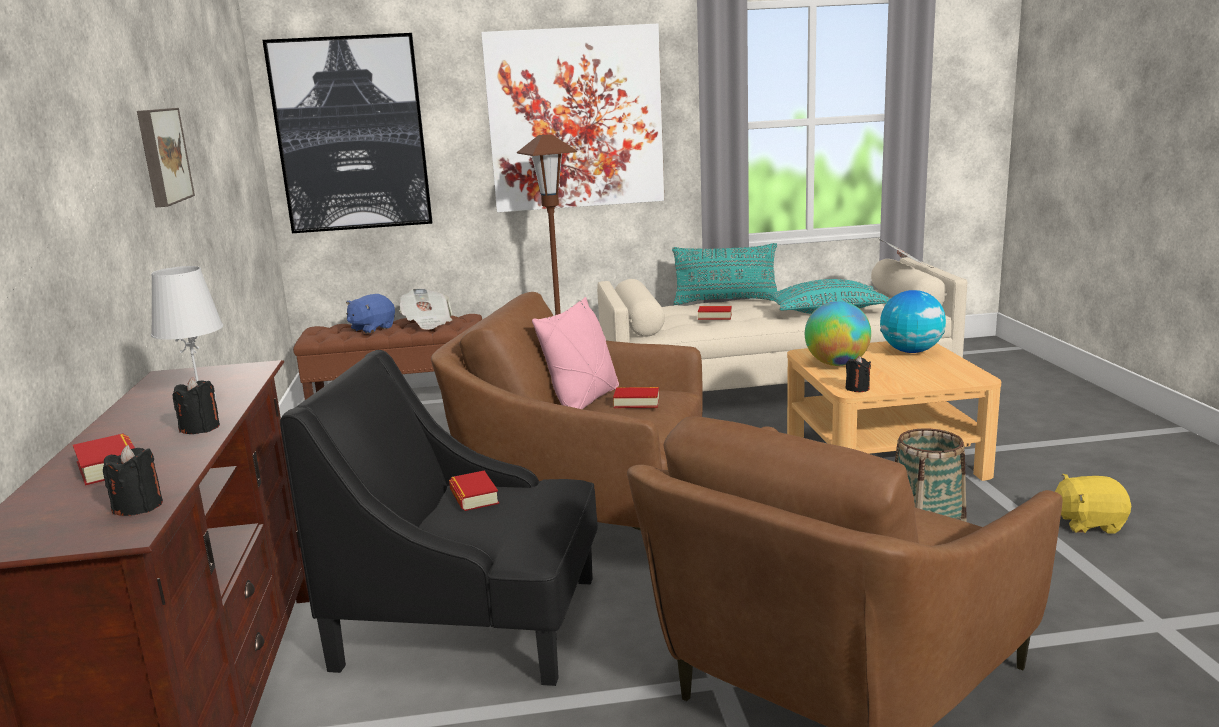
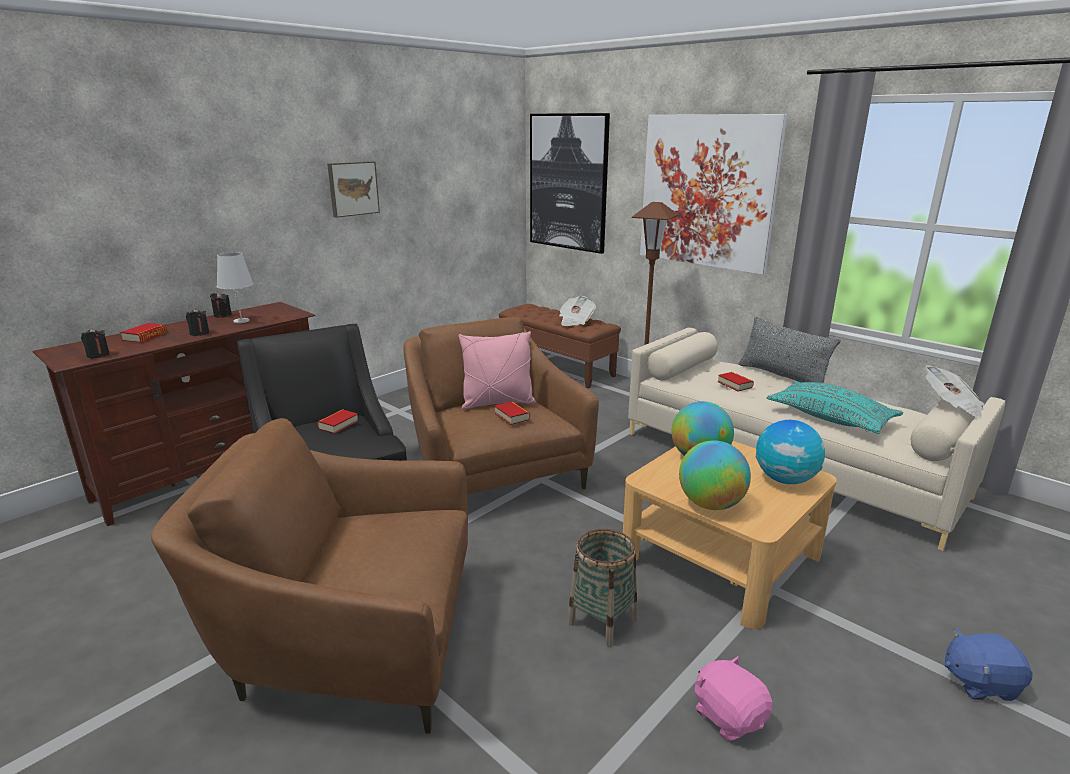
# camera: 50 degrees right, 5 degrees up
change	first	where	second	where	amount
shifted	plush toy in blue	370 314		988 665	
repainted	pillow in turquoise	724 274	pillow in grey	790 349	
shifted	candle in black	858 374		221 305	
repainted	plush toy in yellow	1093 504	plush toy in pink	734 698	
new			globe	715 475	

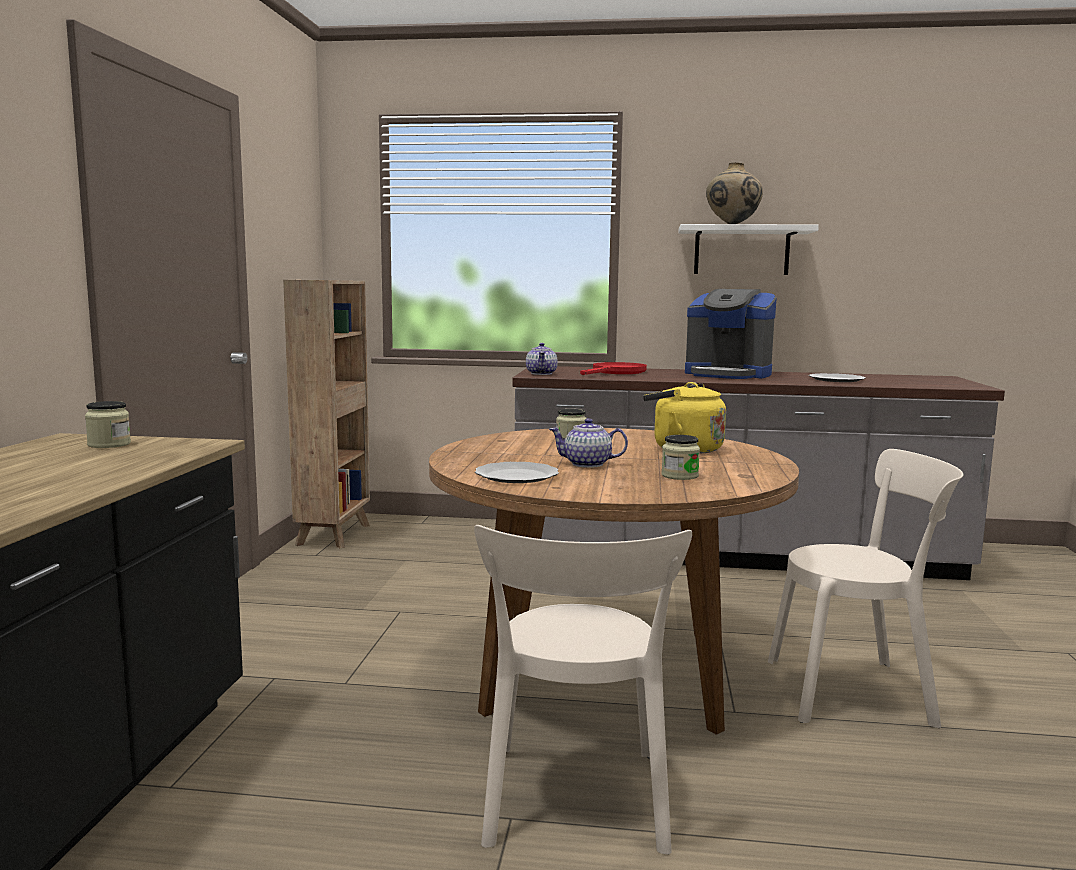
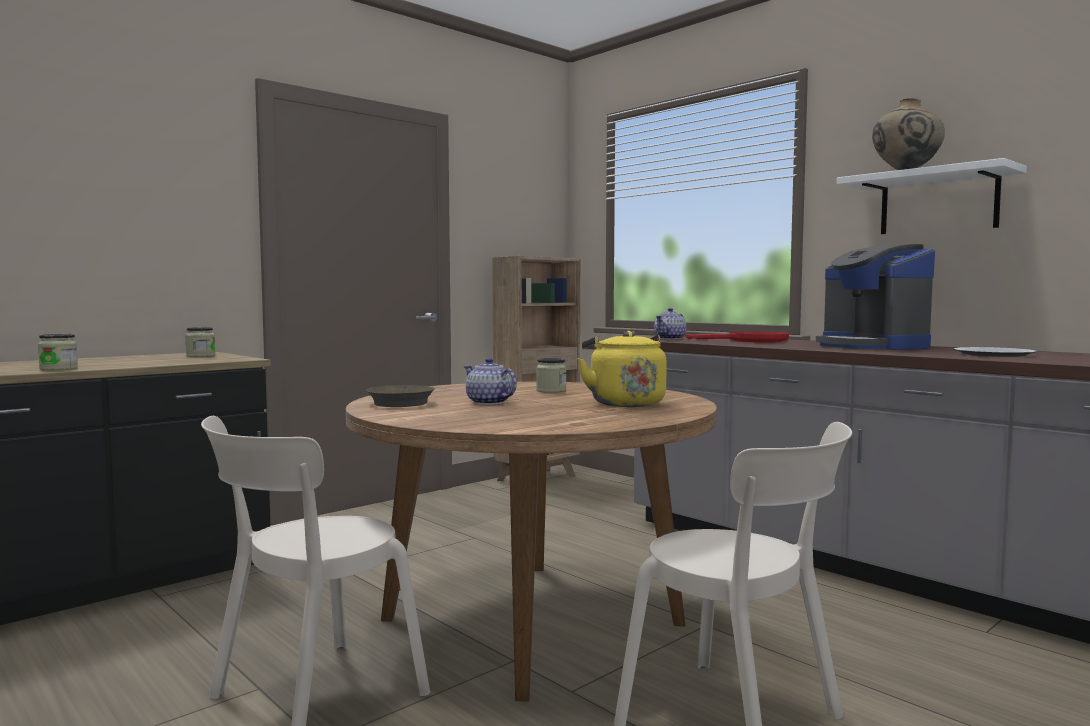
# camera: 40 degrees right, 5 degrees down
change	first	where	second	where	amount
swapped	plate	517 472	frying pan in brown	400 396	
shifted	jar	681 457		58 352	

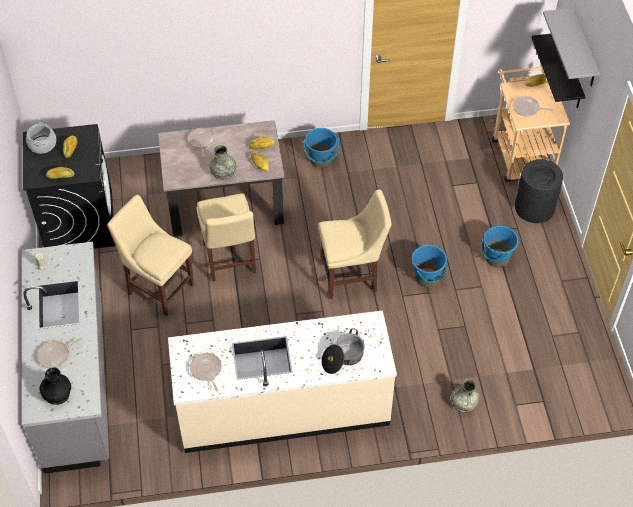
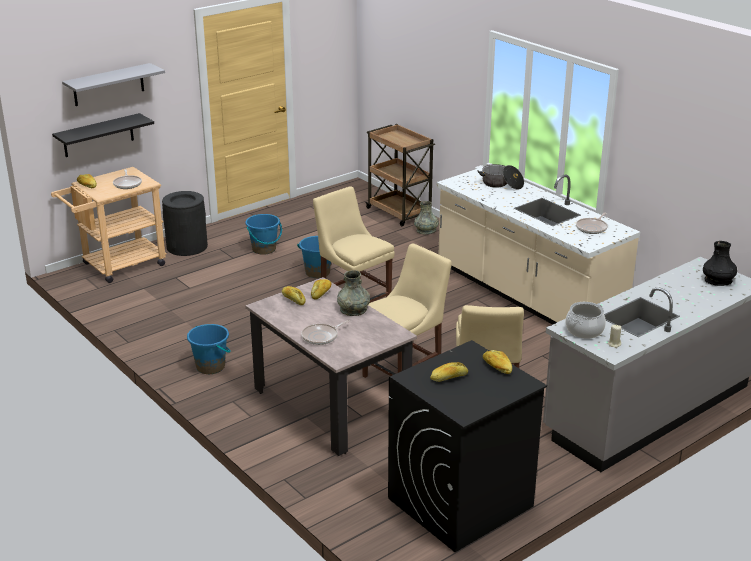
# camera: 120 degrees left, 25 degrees down
change	first	where	second	where	amount
shifted	cooking pot	41 138		585 320	
gone	frying pan	60 353			
new			cart in brown	400 175	

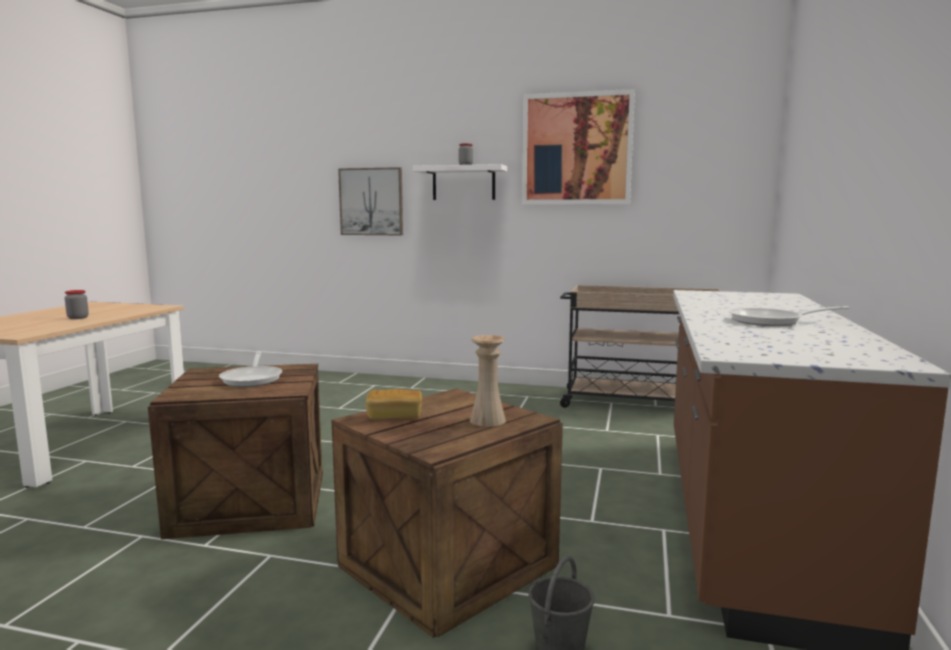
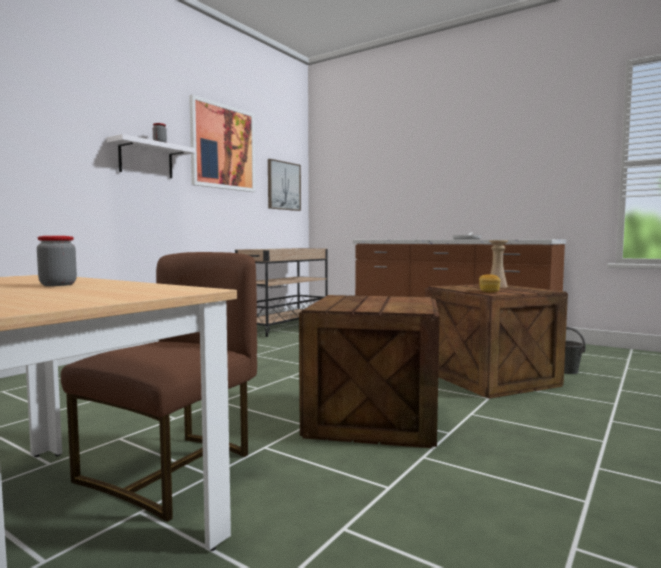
# camera: 70 degrees left, 5 degrees down
change	first	where	second	where	amount
gone	frying pan	250 369			
shifted	picture	370 201		284 185	
new			chair in brown	159 387	

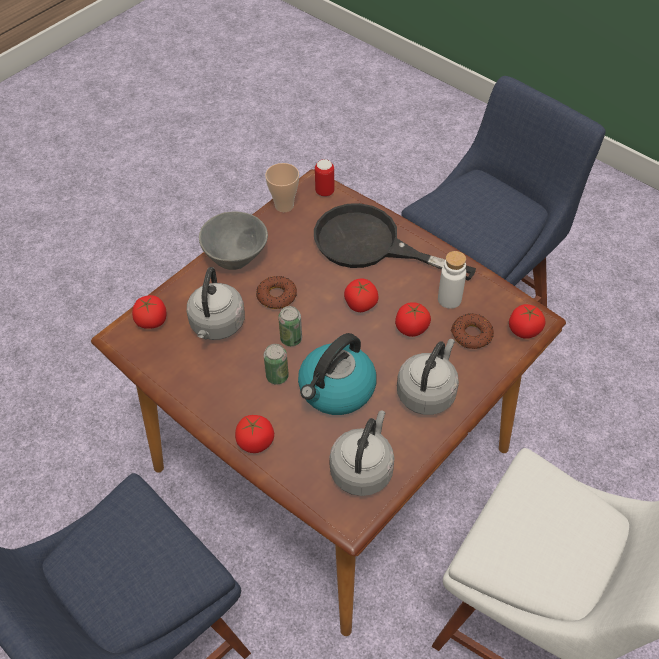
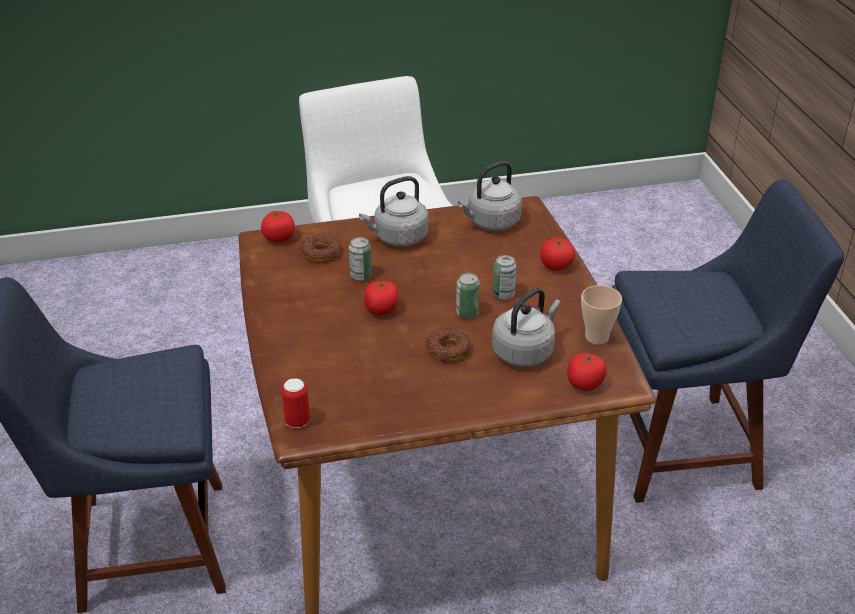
# camera: 145 degrees left, 15 degrees down
change	first	where	second	where	amount
gone	bowl in grey	233 241			
shifted	cup	282 187		601 315	
gone	kettle	337 374			
gone	frying pan in black	395 242			
swapped	tomato	413 319	can	360 259	
gone	bottle in white	452 280			

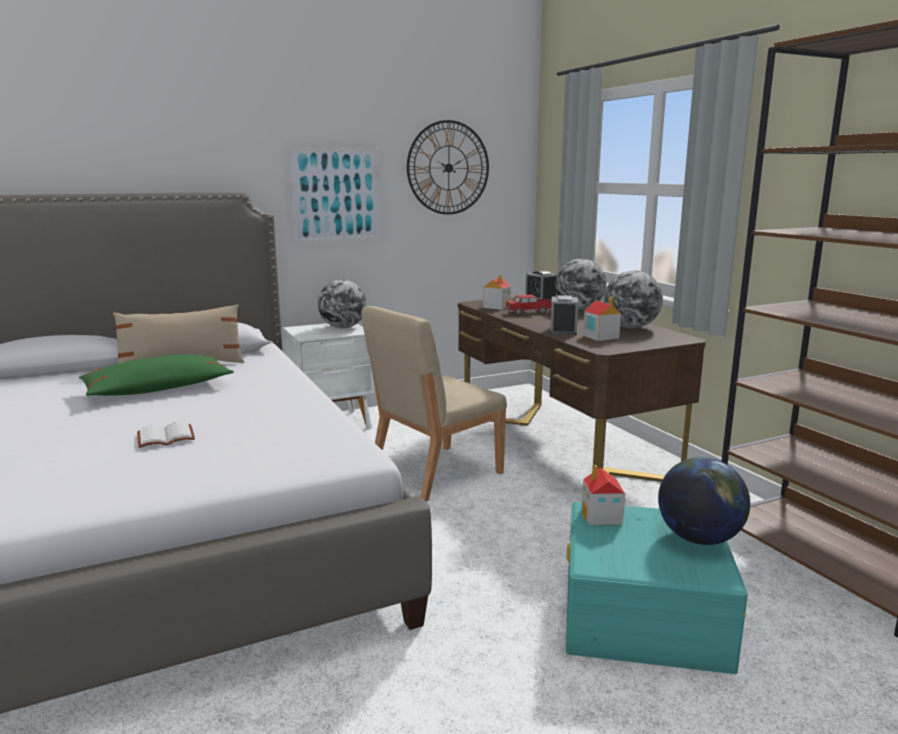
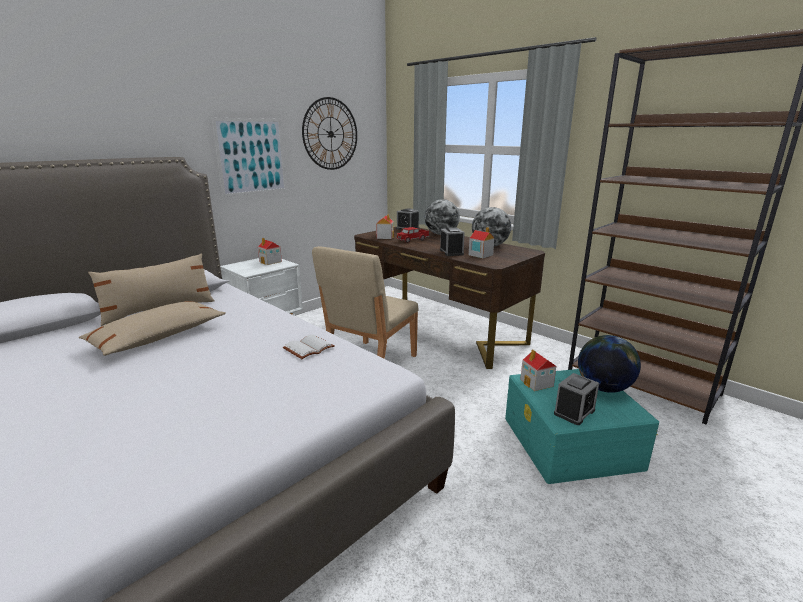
# camera: 20 degrees left, 5 degrees up
change	first	where	second	where	amount
repainted	pillow in green	156 375	pillow in beige	152 328	
shifted	book in white	166 435		309 347	
swapped	globe	342 304	toy house	270 251	
new			alarm clock	576 399	

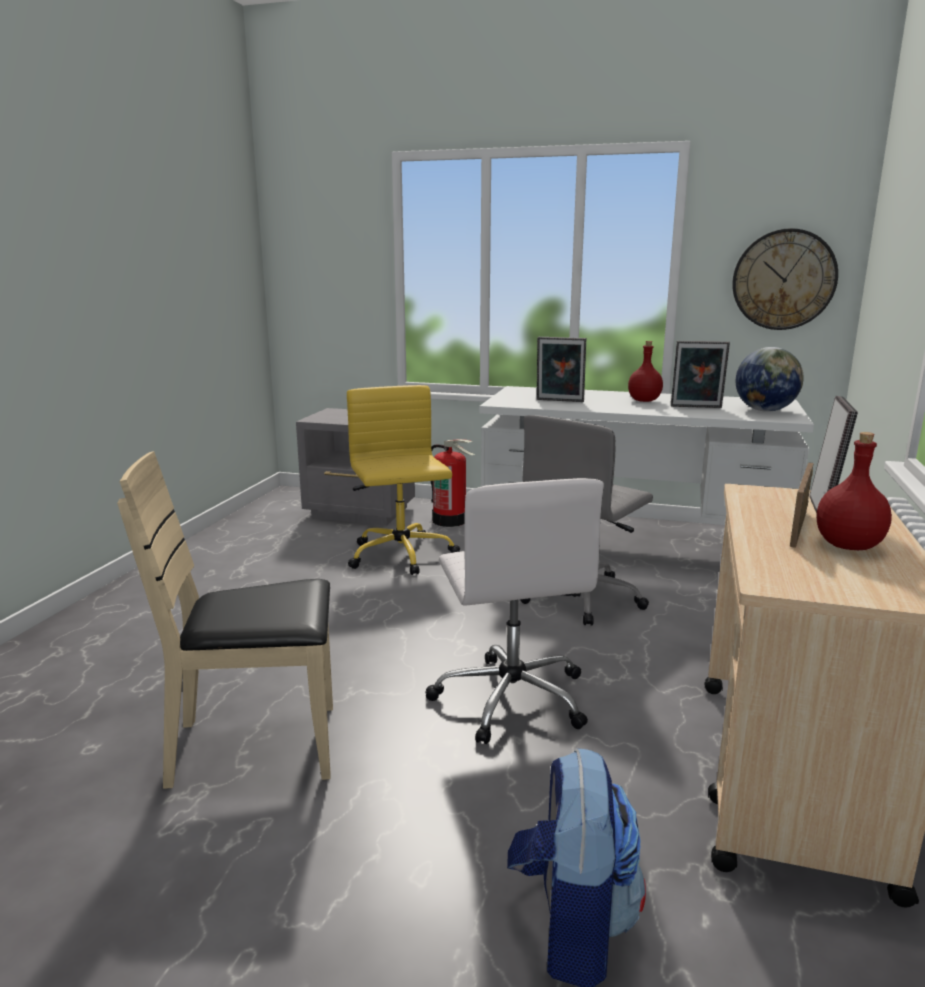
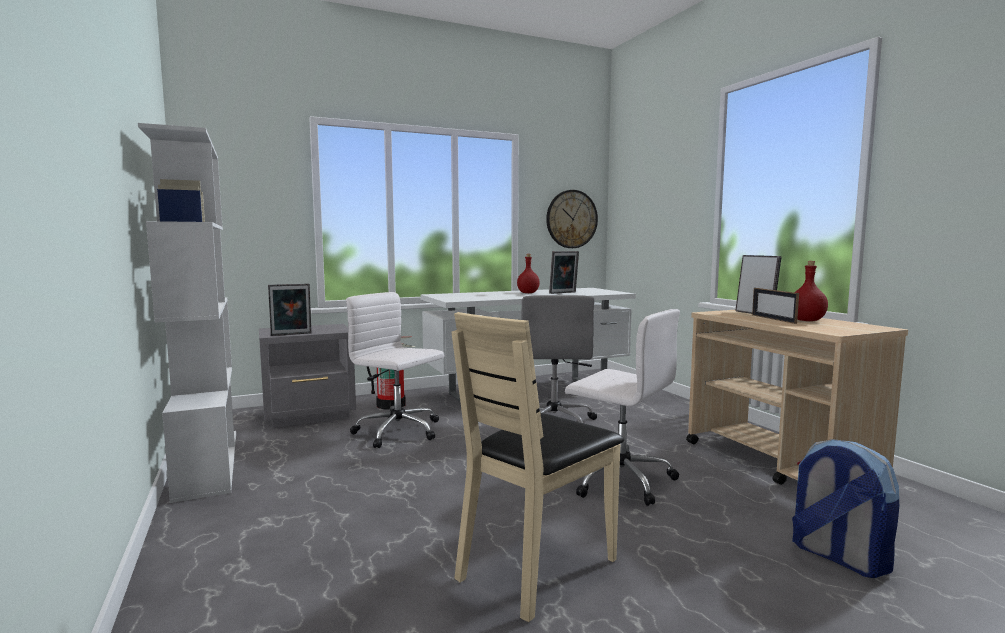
# camera: 40 degrees left, 10 degrees down
change	first	where	second	where	amount
repainted	office chair in yellow	403 480	office chair in white	395 370	
shifted	picture frame	561 369		289 309	
gone	globe	770 379			
new			bookcase in white	187 313	

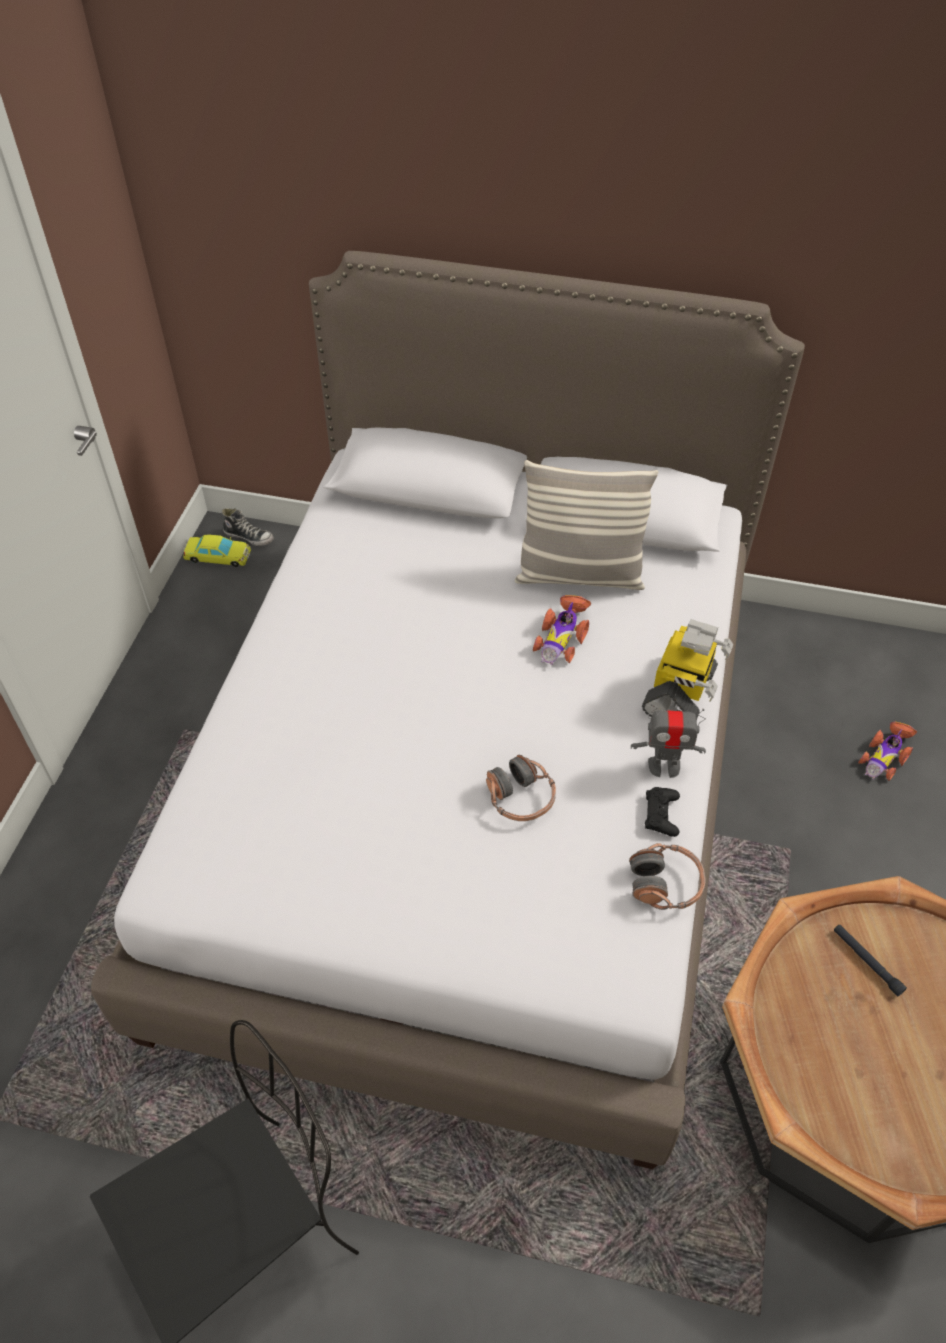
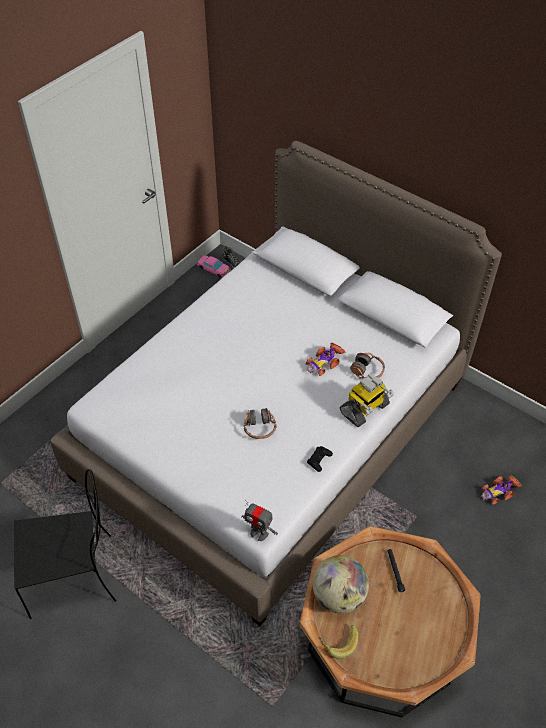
# camera: 25 degrees right, 0 degrees up
change	first	where	second	where	amount
repainted	toy car in yellow	217 550	toy car in pink	213 266	
gone	pillow	586 525			
shifted	headphones	667 876		367 365	
shifted	toy robot	668 741		259 520	
new			globe	340 584	
new			banana	338 642	

